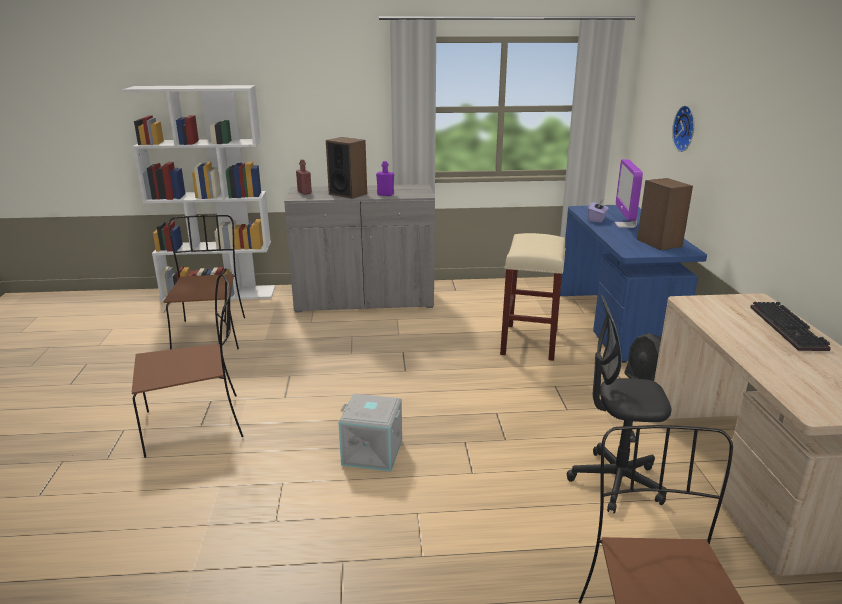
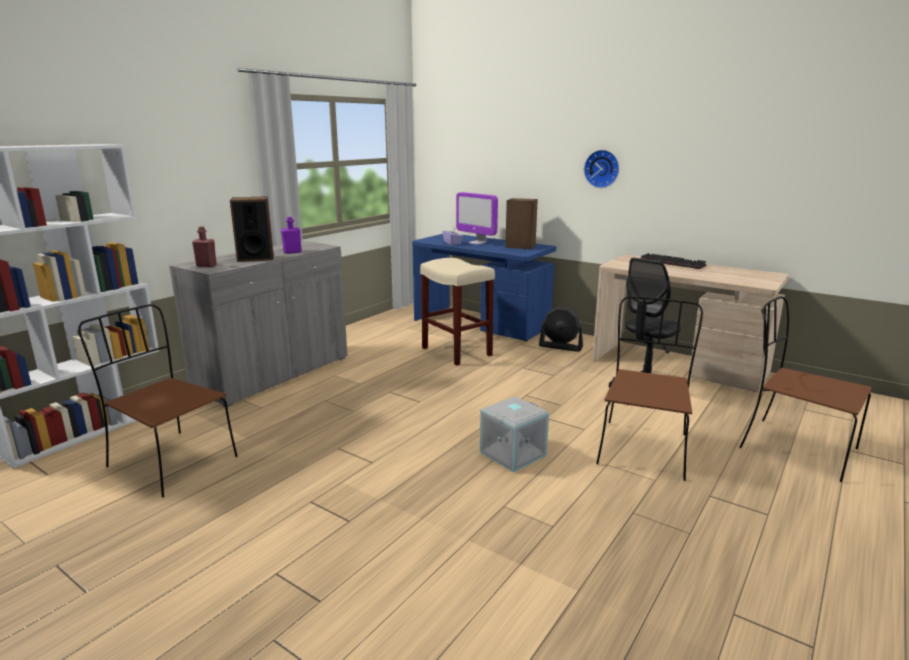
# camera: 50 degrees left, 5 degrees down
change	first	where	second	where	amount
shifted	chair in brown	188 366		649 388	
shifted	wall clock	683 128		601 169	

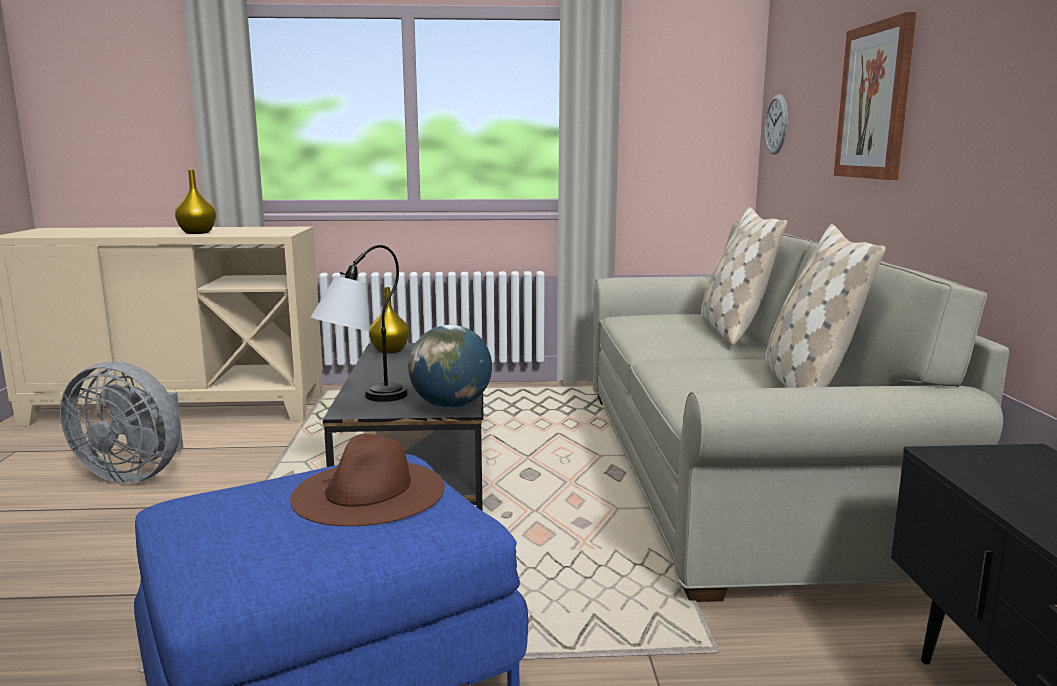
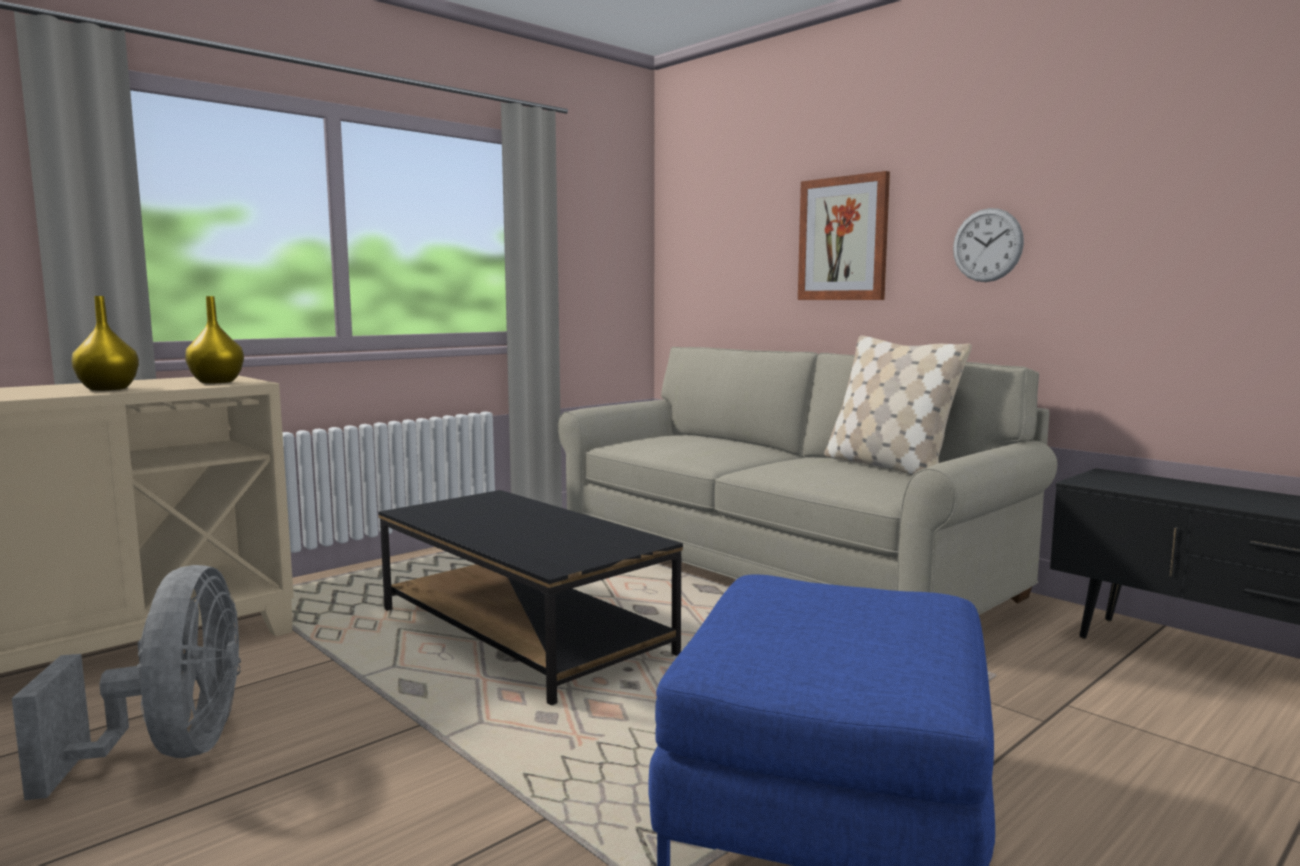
# camera: 40 degrees left, 5 degrees down
change	first	where	second	where	amount
rotated	fan in grey	121 422		126 682	75 degrees counterclockwise
gone	hat in brown	367 479			
gone	table lamp	358 323			
shifted	vase in yellow	389 320		214 339	
gone	globe	450 366			
gone	pillow in beige	744 276			
shifted	wall clock	776 124		988 245	

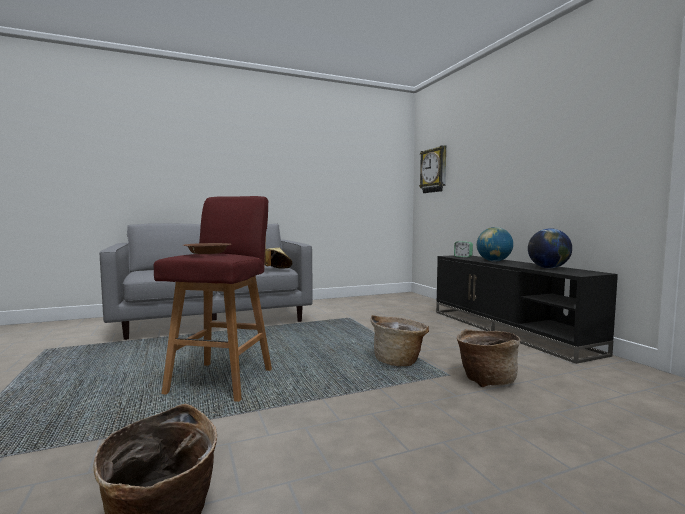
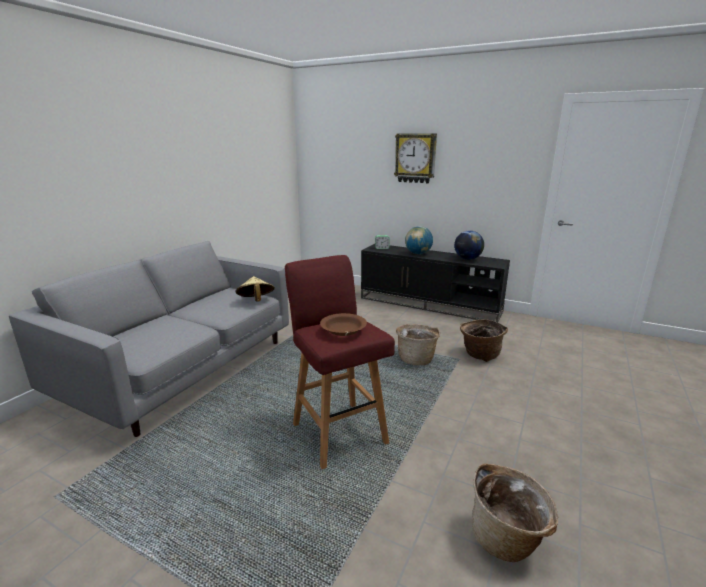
# camera: 40 degrees left, 15 degrees up
change	first	where	second	where	amount
shifted	wall clock	432 169		415 158	

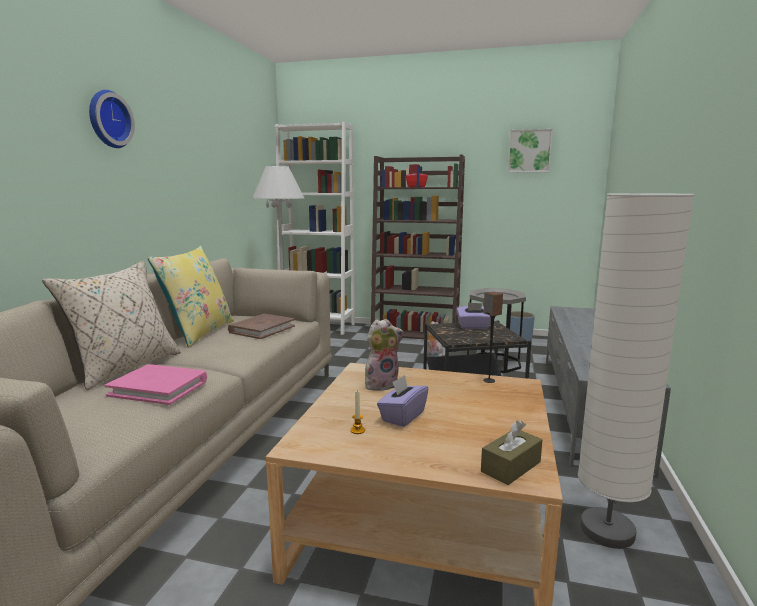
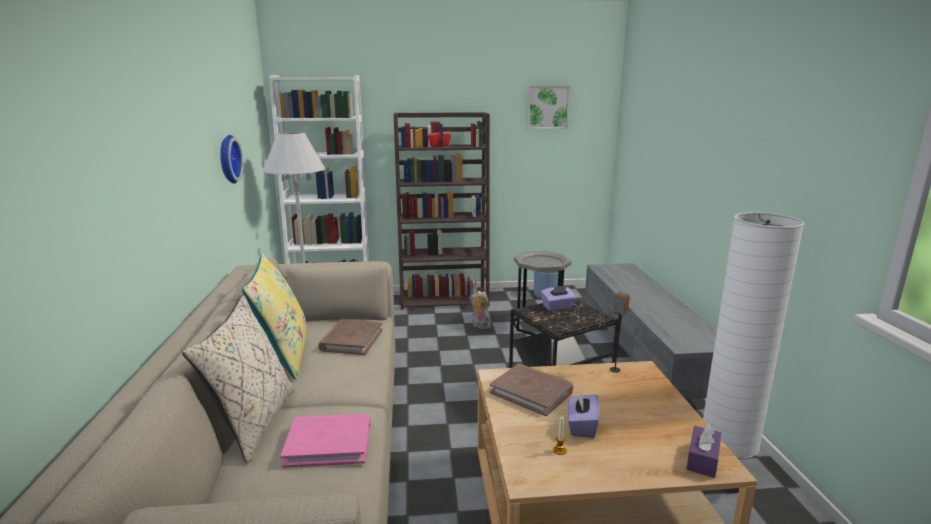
# camera: 20 degrees left, 5 degrees up
change	first	where	second	where	amount
shifted	wall clock	112 119		231 159	
swapped	plush toy	384 355	book in brown	531 389	
repainted	tissue box in brown	511 453	tissue box in purple	703 450	

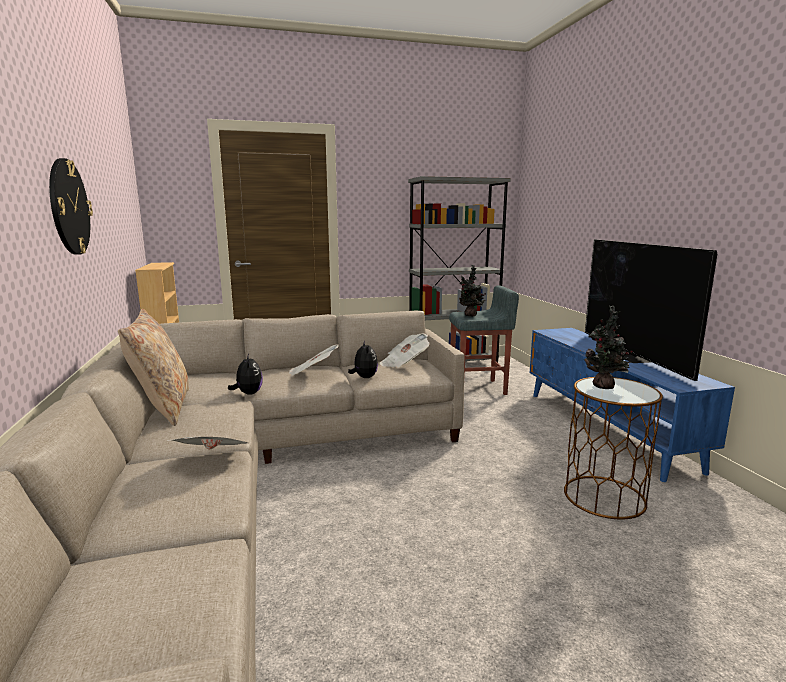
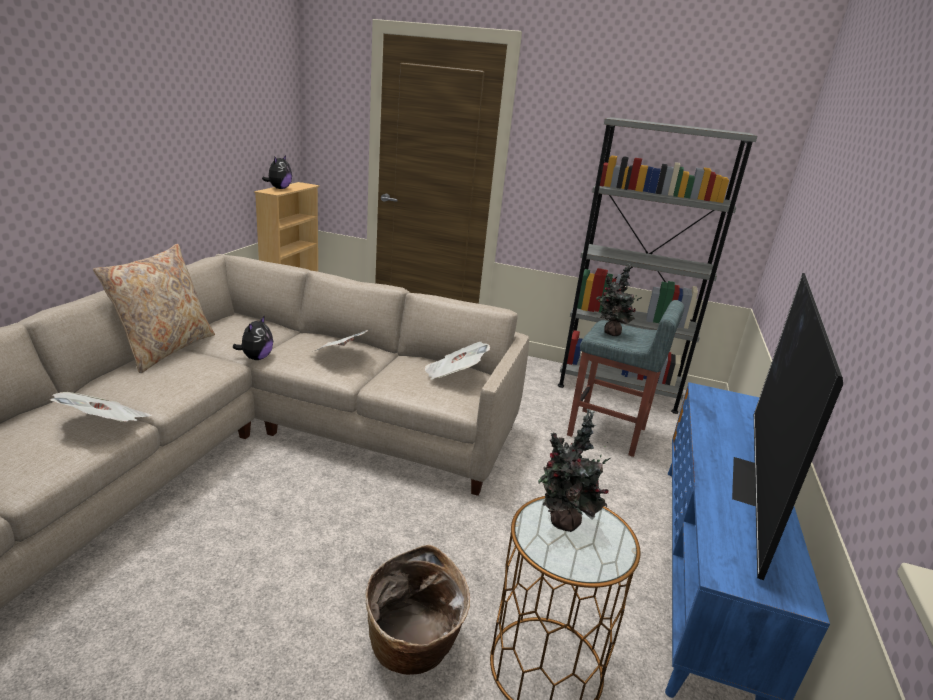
# camera: 30 degrees right, 10 degrees up
change	first	where	second	where	amount
gone	wall clock	71 206			
shifted	plush toy	363 359		277 172	
new			basket	417 610	

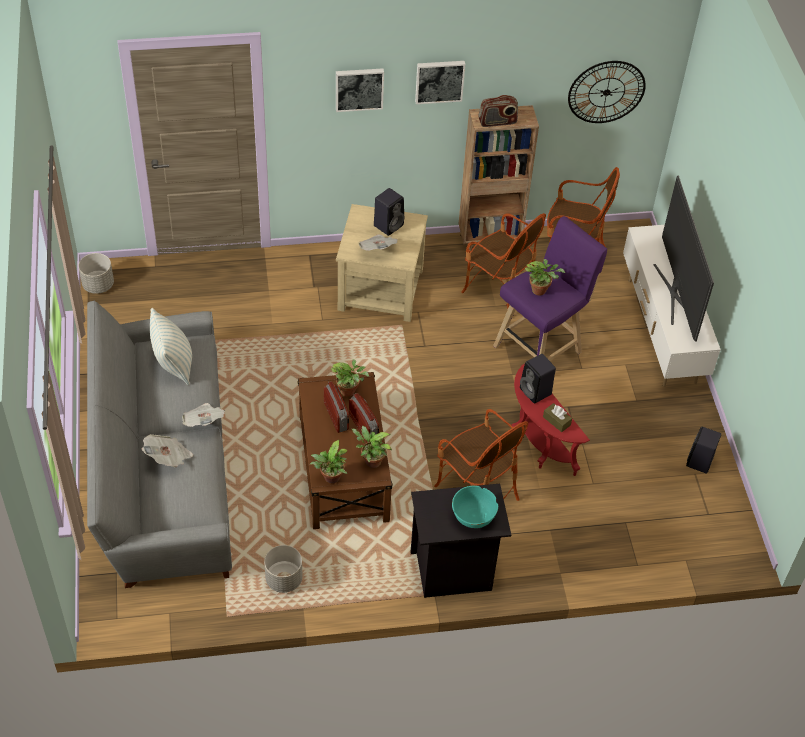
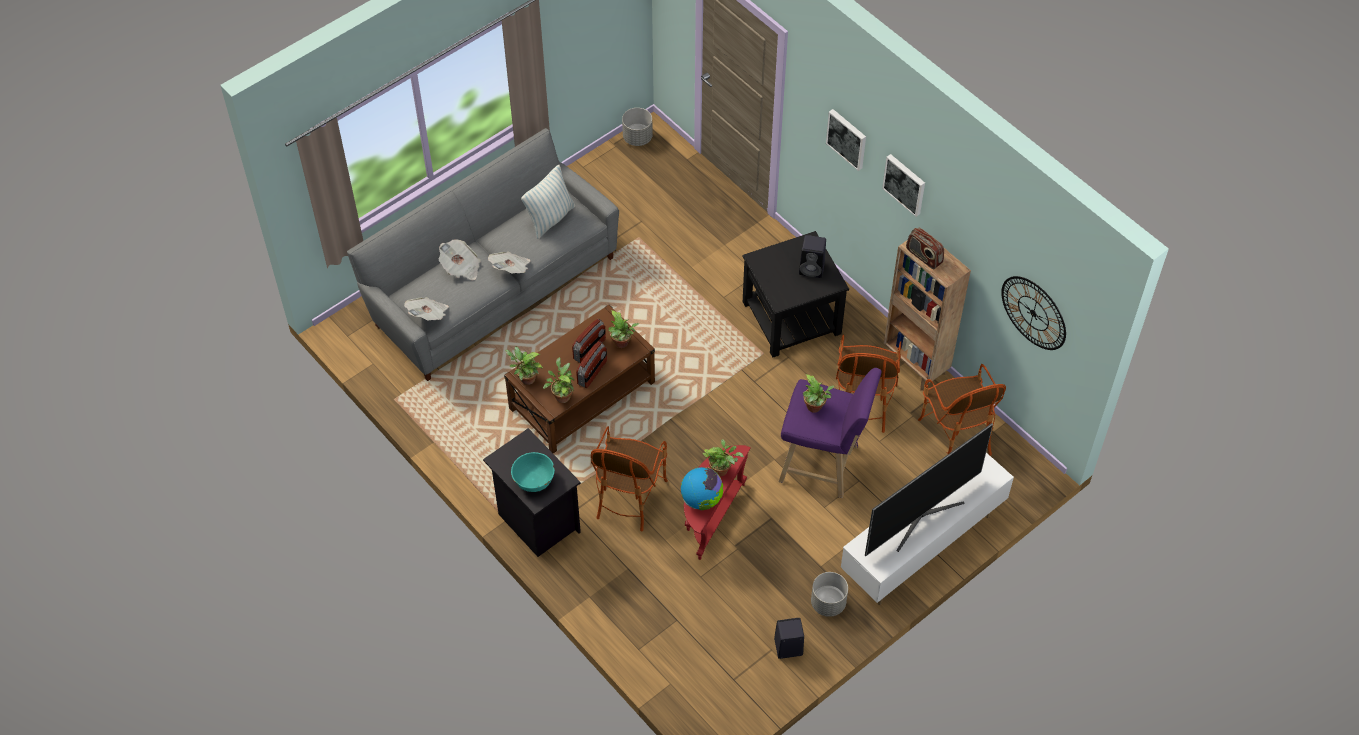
# camera: 60 degrees right, 5 degrees up
change	first	where	second	where	amount
shifted	planter in grey	283 569		829 594	
repainted	side table in beige	382 263	side table in black	795 294	
shifted	newspaper	378 242		426 309	
swapped	speaker in black	538 378	potted plant	723 457	
swapped	tissue box in brown	557 417	globe	702 488	

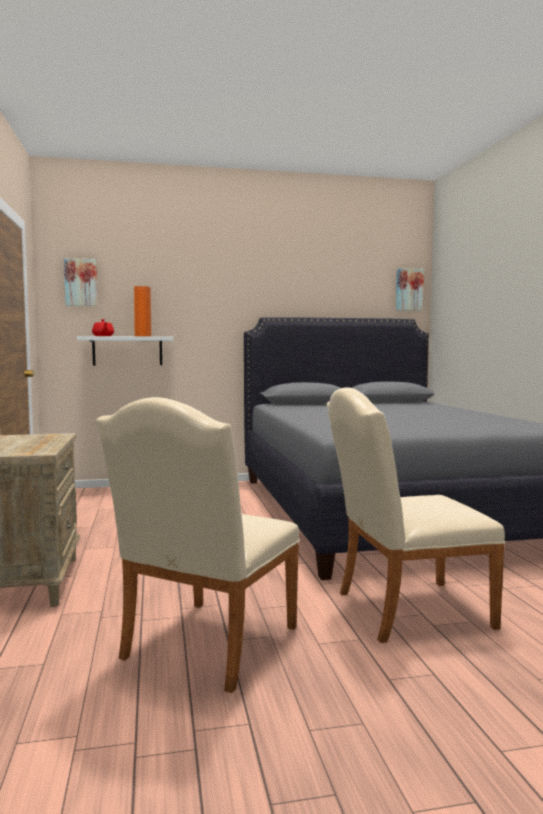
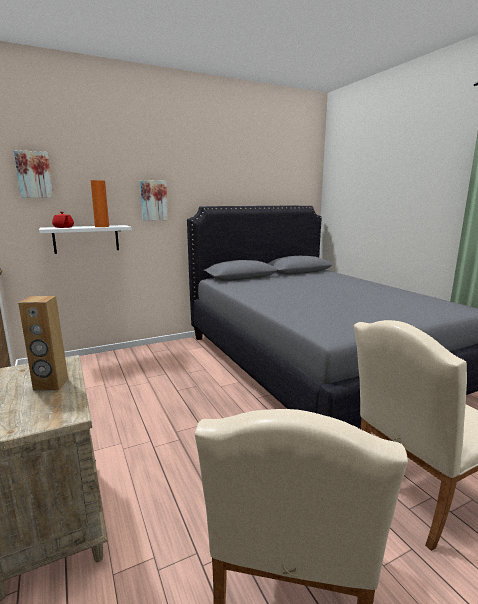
# camera: 15 degrees left, 10 degrees up
change	first	where	second	where	amount
shifted	picture	410 289		154 200	
new			speaker in brown	43 343	

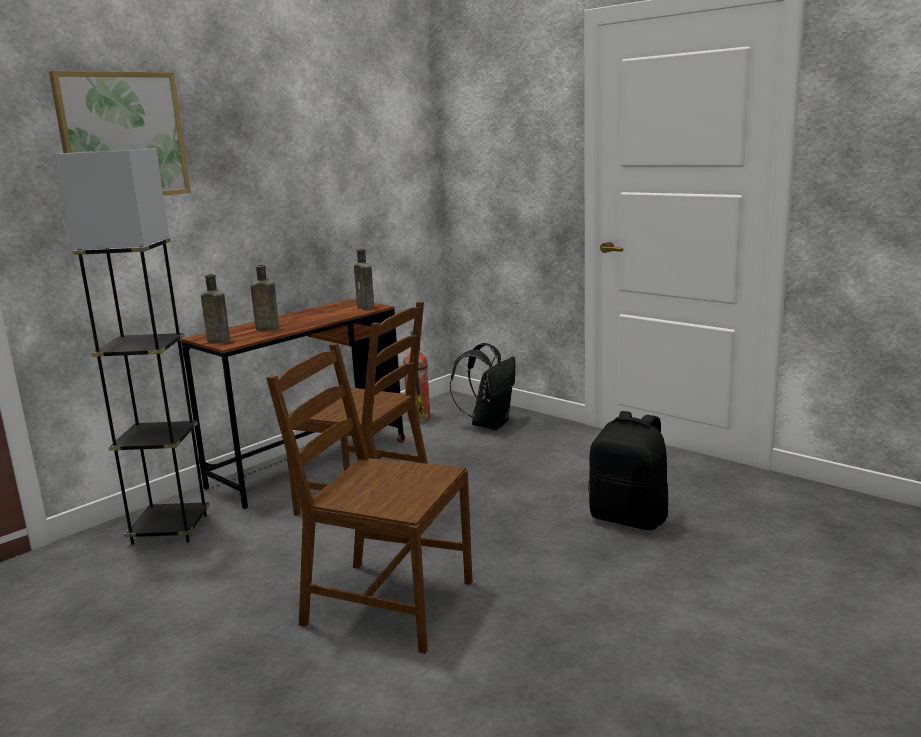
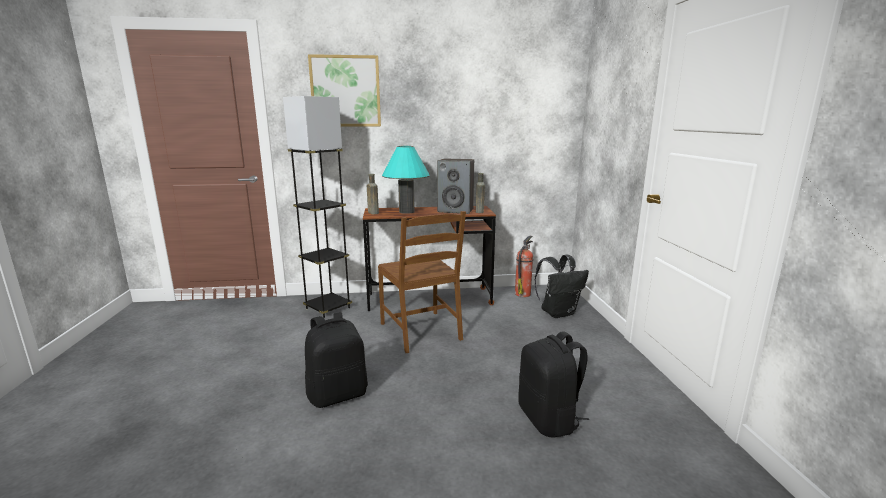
# camera: 40 degrees right, 0 degrees up
change	first	where	second	where	amount
swapped	bottle in brown	265 298	table lamp in turquoise	406 180	
swapped	chair in brown	369 498	backpack in black	336 360	
new			speaker	455 186	

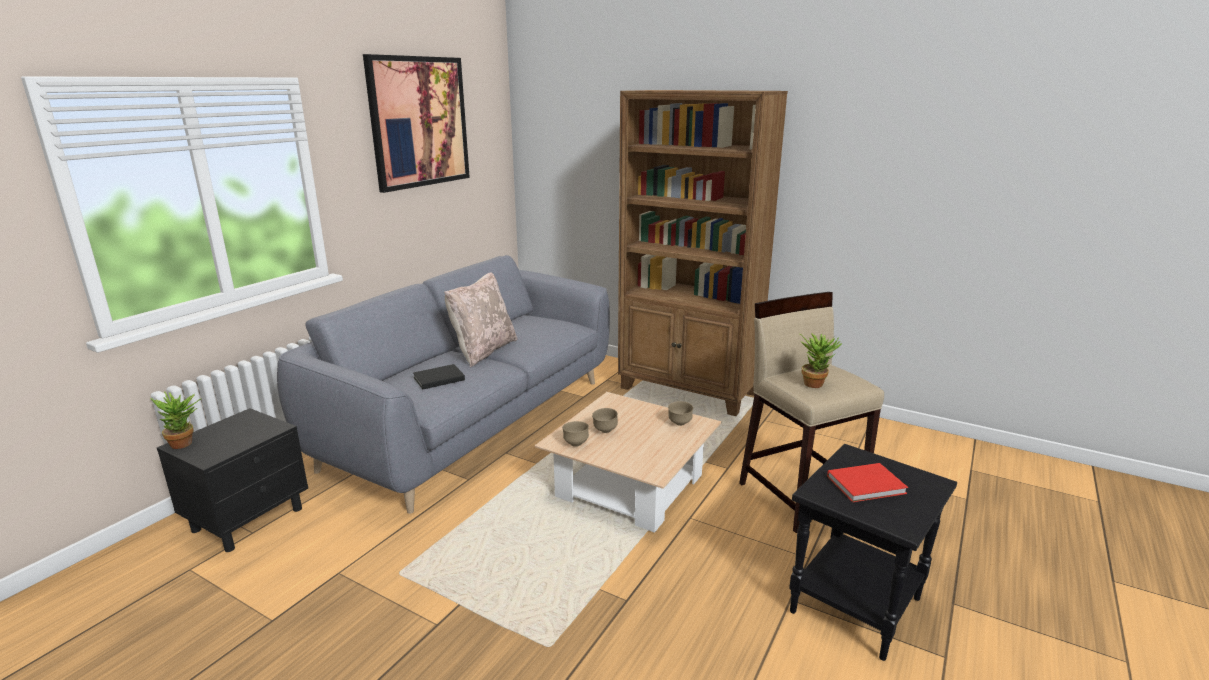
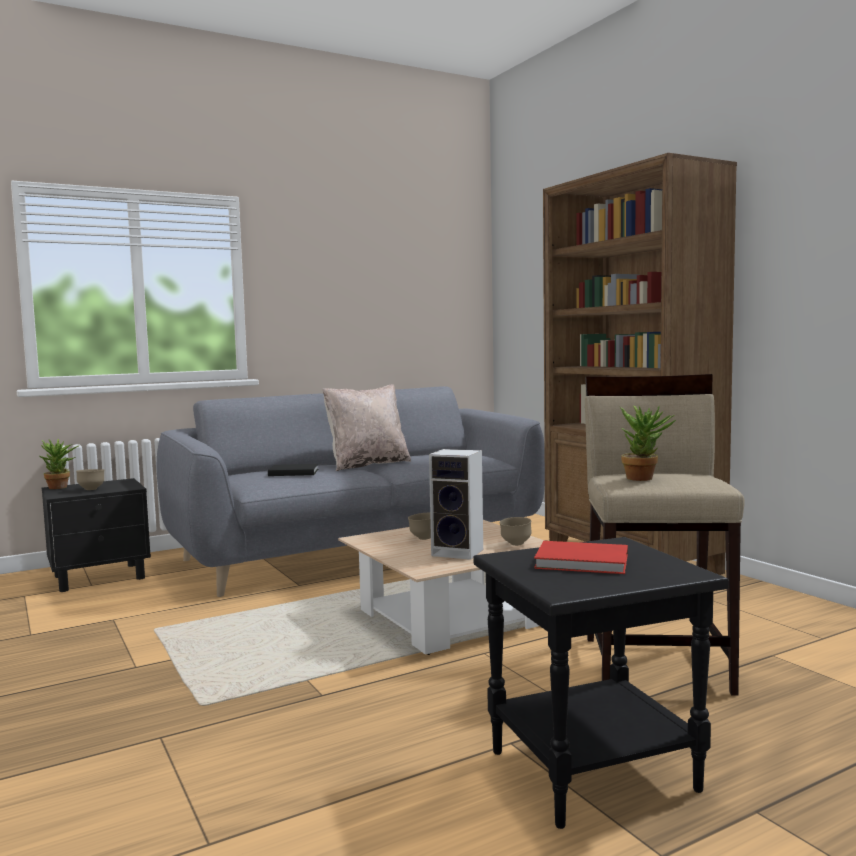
# camera: 30 degrees right, 15 degrees down
change	first	where	second	where	amount
gone	picture	416 123			
shifted	bowl in brown	575 434		90 479	
new			speaker	456 504	

